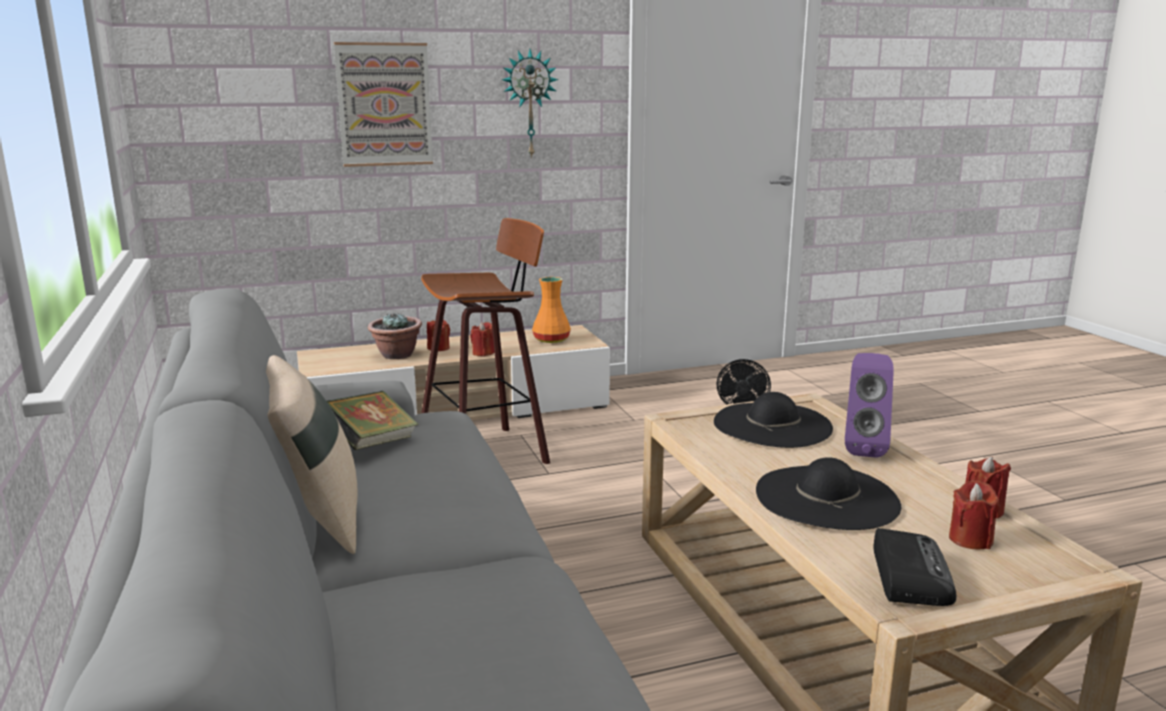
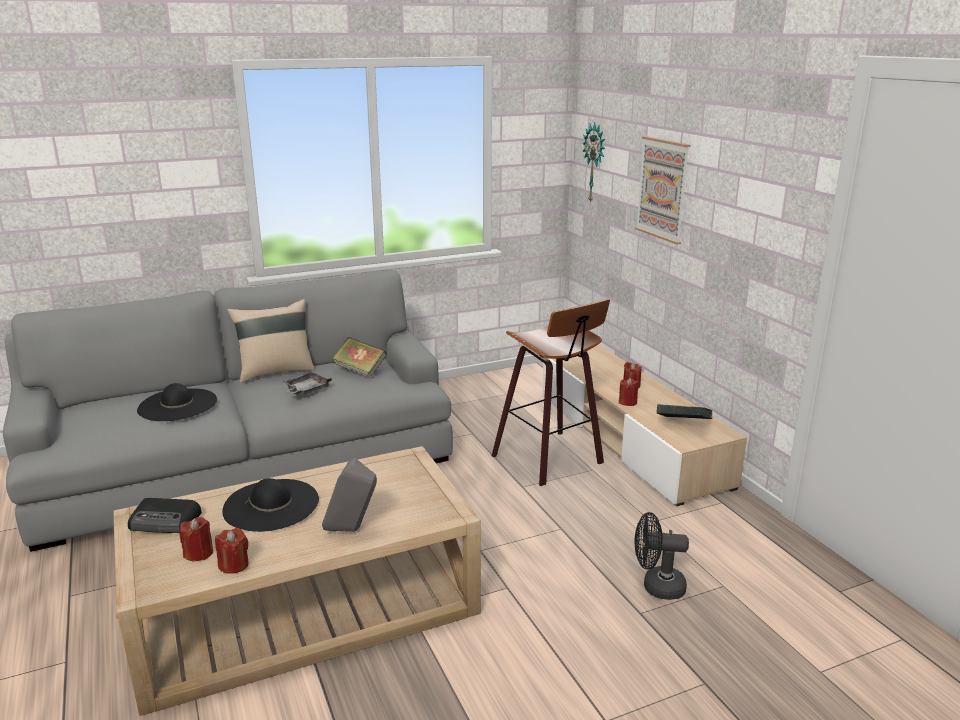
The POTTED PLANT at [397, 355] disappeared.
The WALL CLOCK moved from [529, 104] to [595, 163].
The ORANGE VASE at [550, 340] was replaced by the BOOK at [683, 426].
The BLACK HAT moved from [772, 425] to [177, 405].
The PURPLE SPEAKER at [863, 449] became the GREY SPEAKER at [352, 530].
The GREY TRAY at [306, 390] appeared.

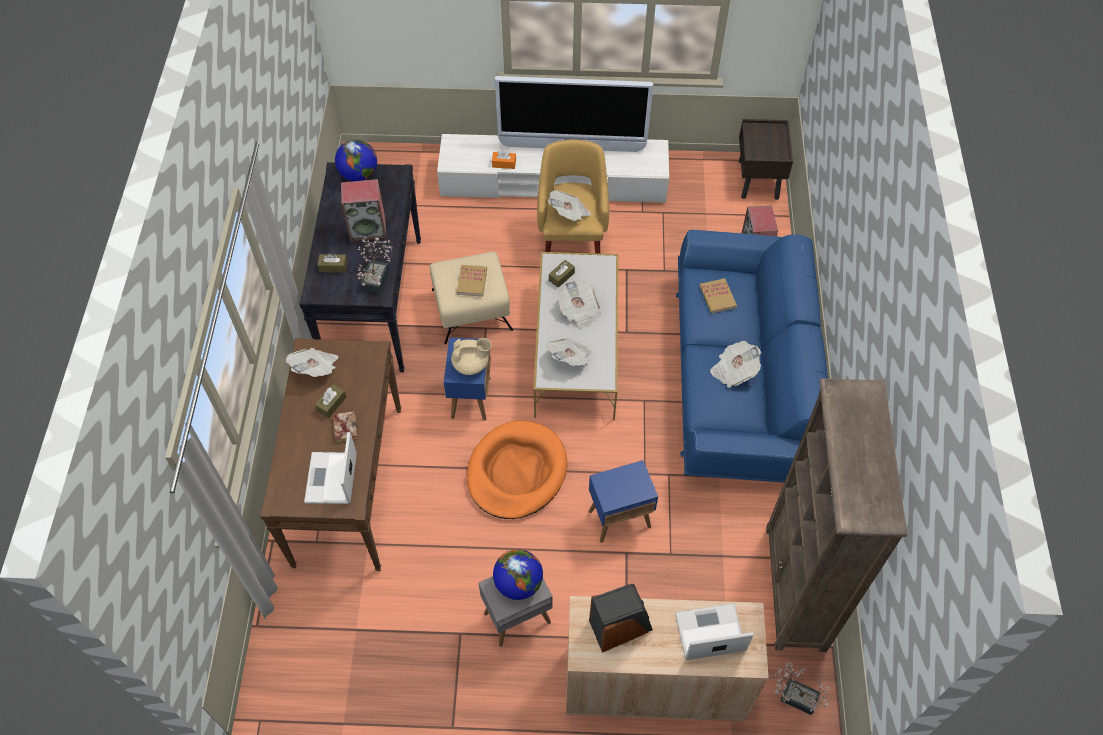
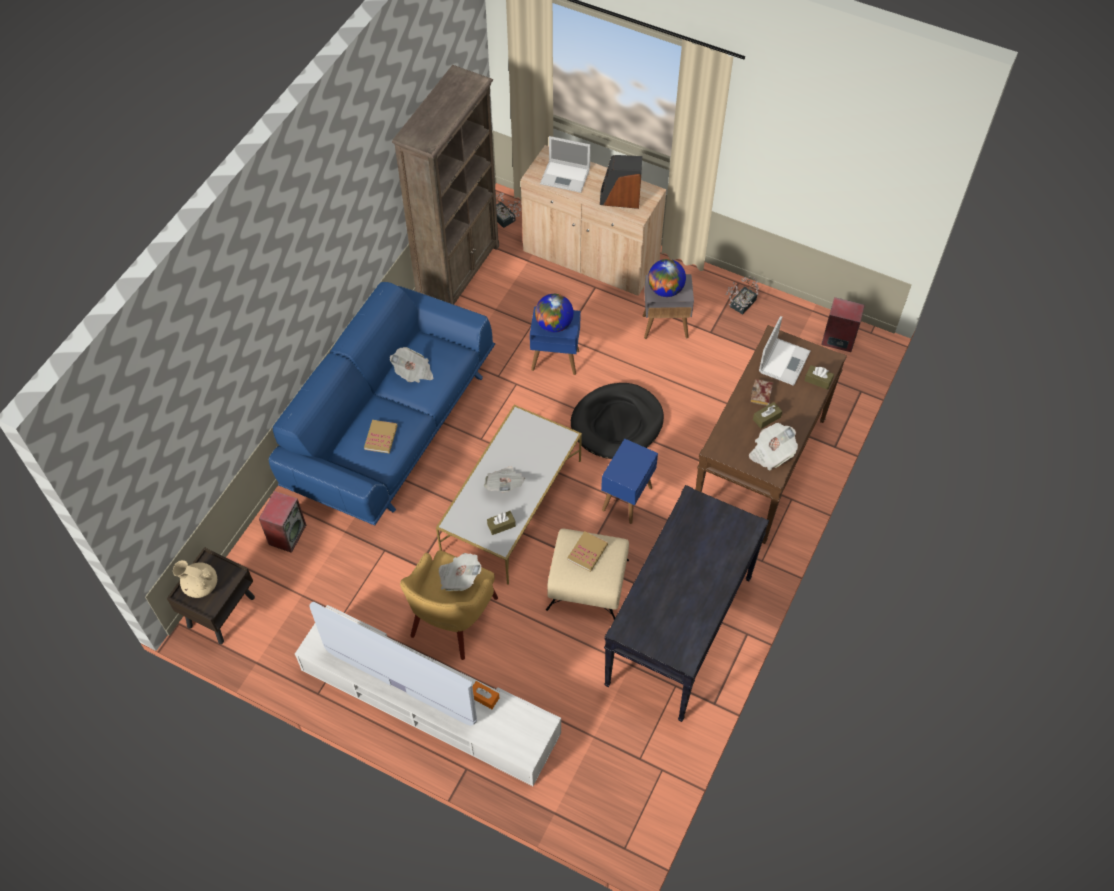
The BROWN TISSUE BOX moved from [333, 267] to [818, 380].
The GLOBE moved from [359, 175] to [554, 324].
The SPEAKER moved from [368, 228] to [837, 340].
The POTTED PLANT moved from [377, 276] to [740, 305].
The BEIGE TEAPOT moved from [471, 364] to [200, 585].
The ORANGE DOG BED at [516, 472] became the BLACK DOG BED at [617, 423].
The NEWSPAPER at [570, 358] disappeared.

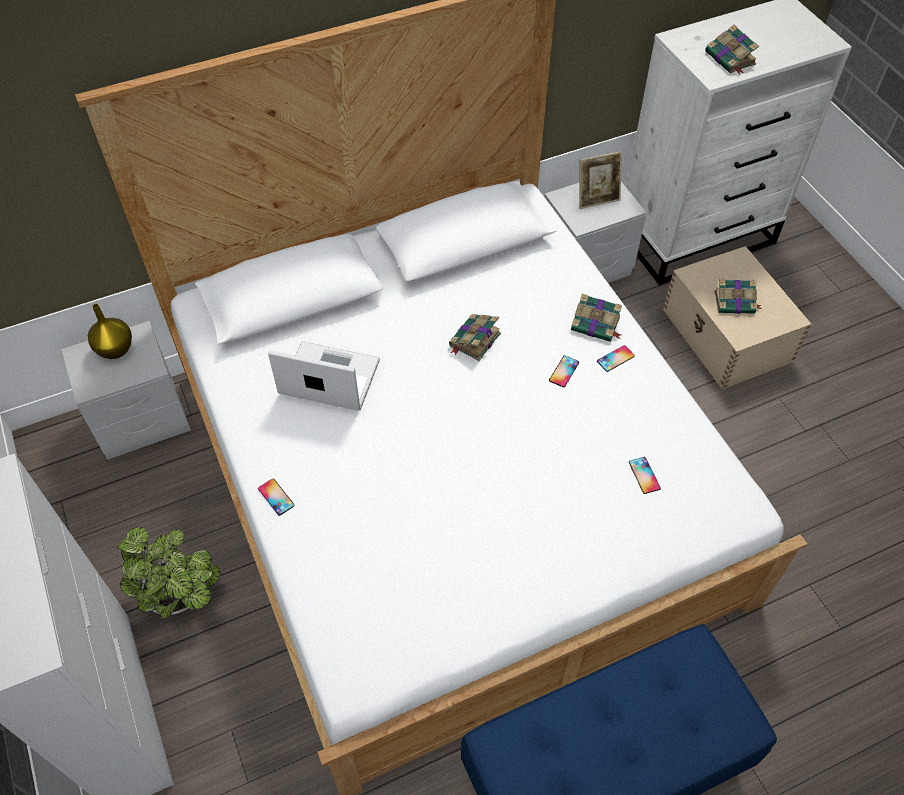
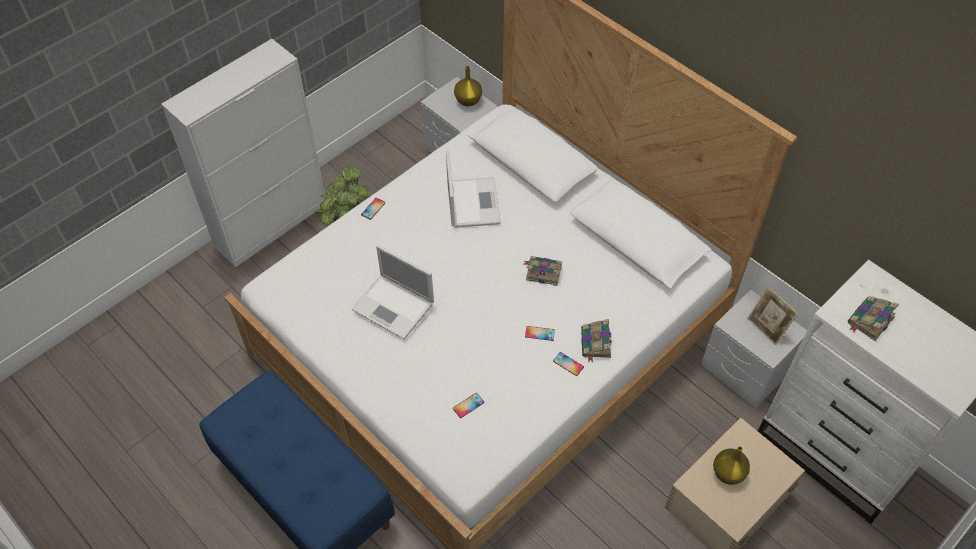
The BOOK at [735, 302] was replaced by the YELLOW VASE at [728, 474].
The LAPTOP at [394, 307] appeared.

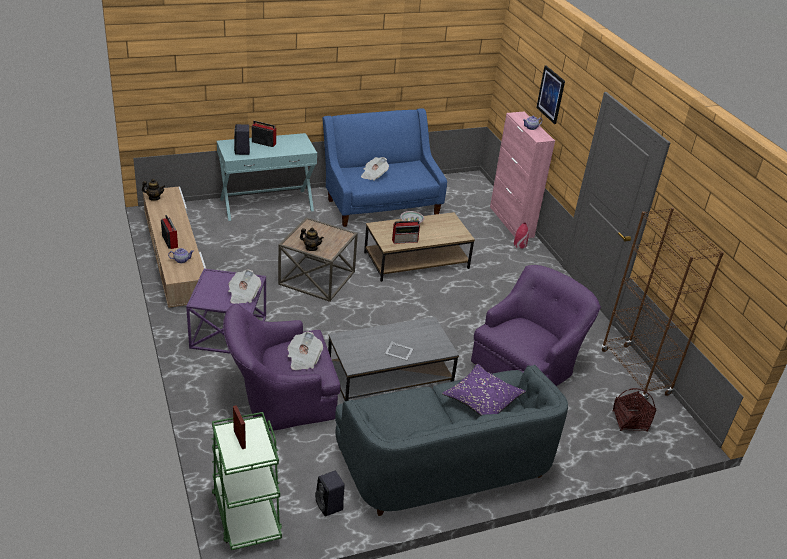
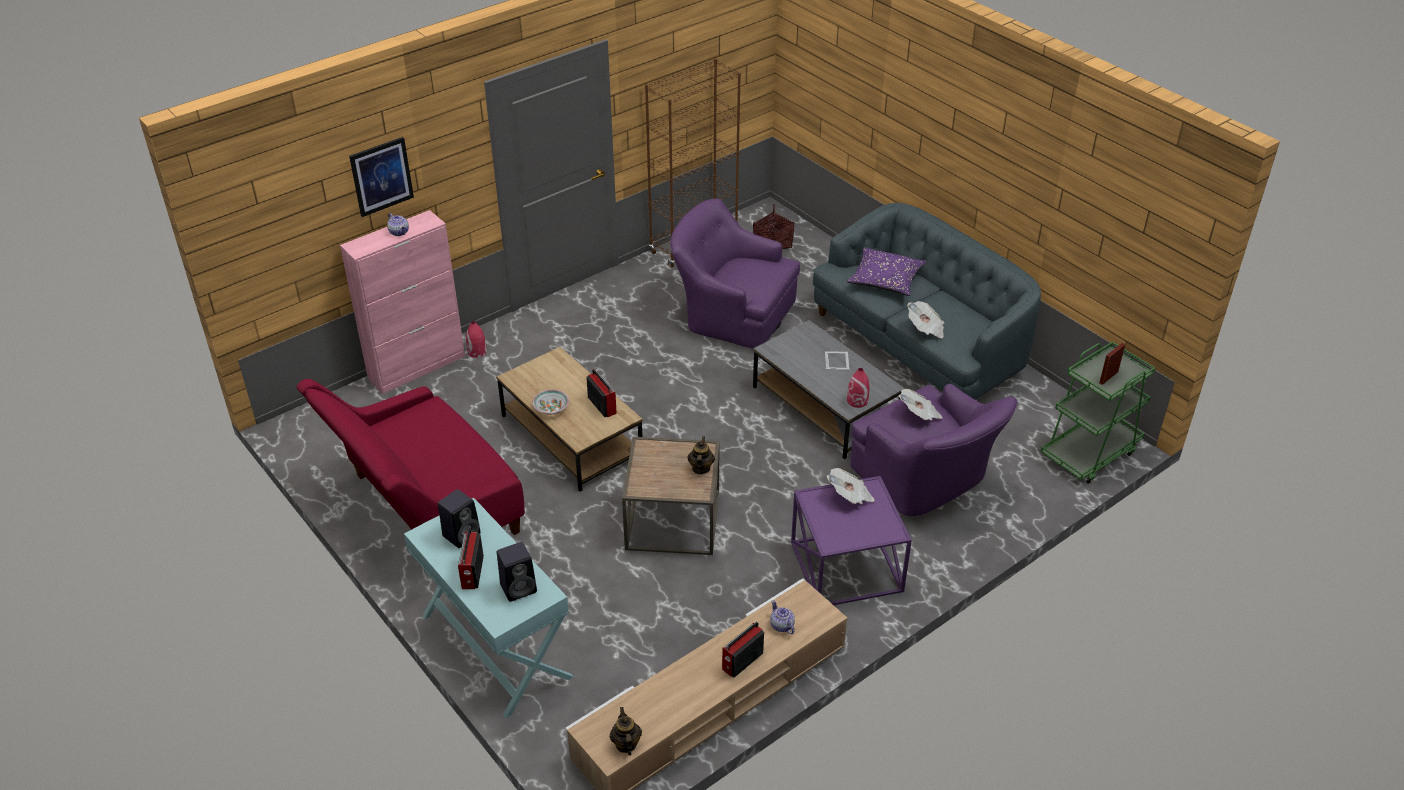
The BLACK SPEAKER moved from [330, 506] to [462, 534].
The BLUE SOFA at [380, 203] became the RED SOFA at [425, 509].
The NEWSPAPER moved from [373, 175] to [925, 328].
The RED VASE at [857, 401] appeared.

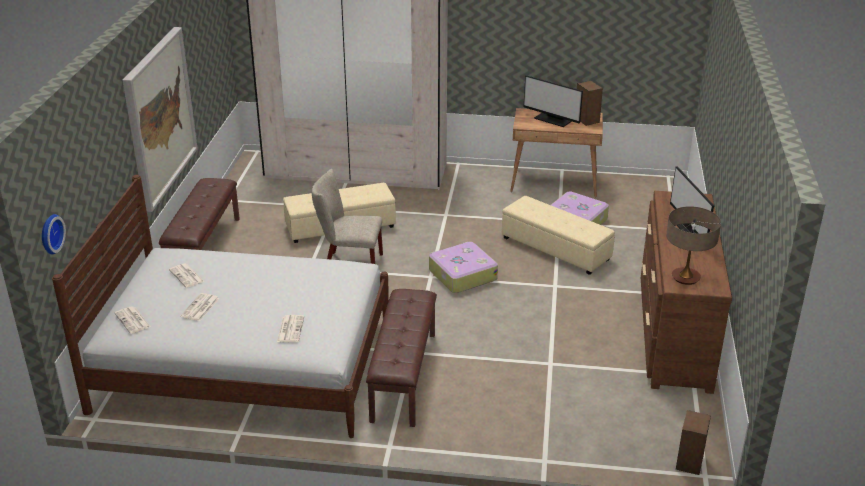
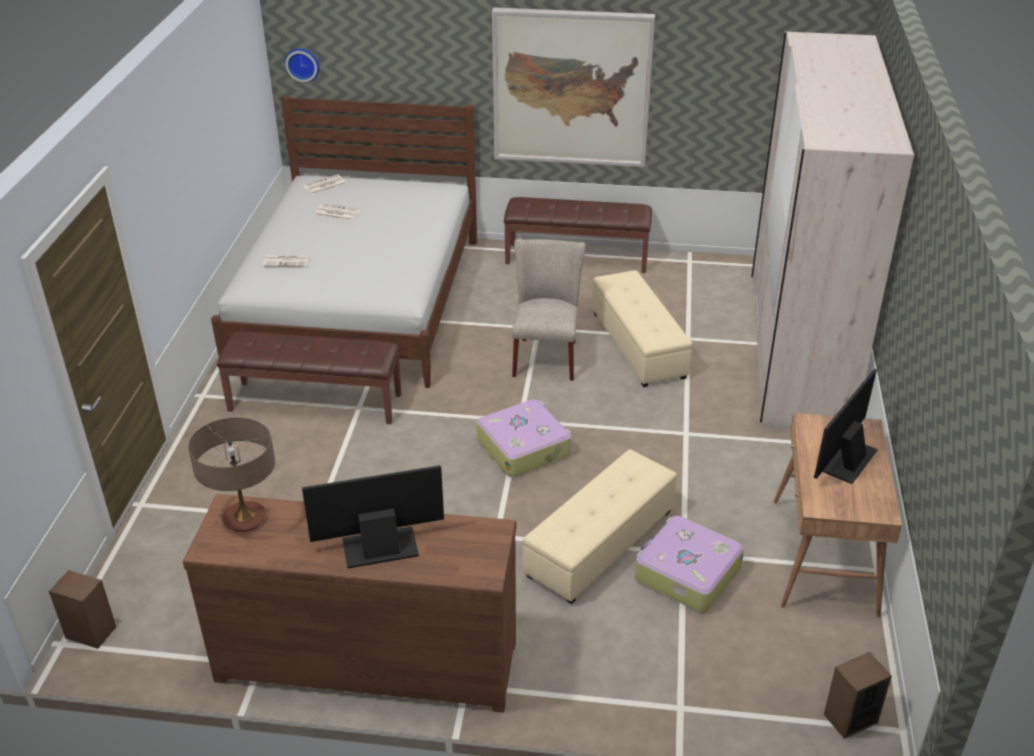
The NEWSPAPER at [187, 276] disappeared.
The SPEAKER moved from [586, 120] to [850, 718].

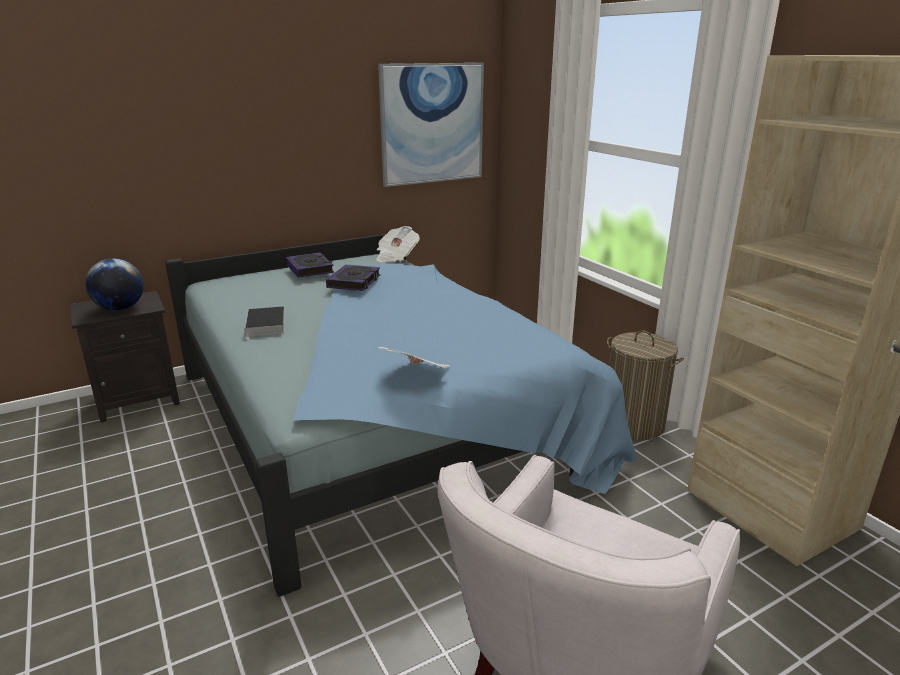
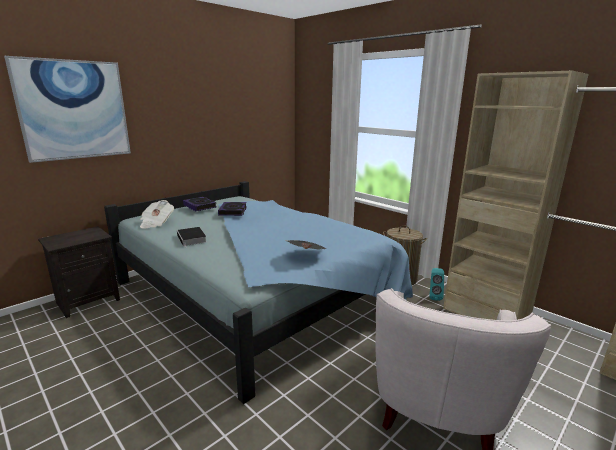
The GLOBE at [120, 308] disappeared.
The NEWSPAPER moved from [396, 256] to [156, 223].
The PICTURE moved from [432, 124] to [74, 110].
The TURQUOISE SPEAKER at [434, 297] appeared.

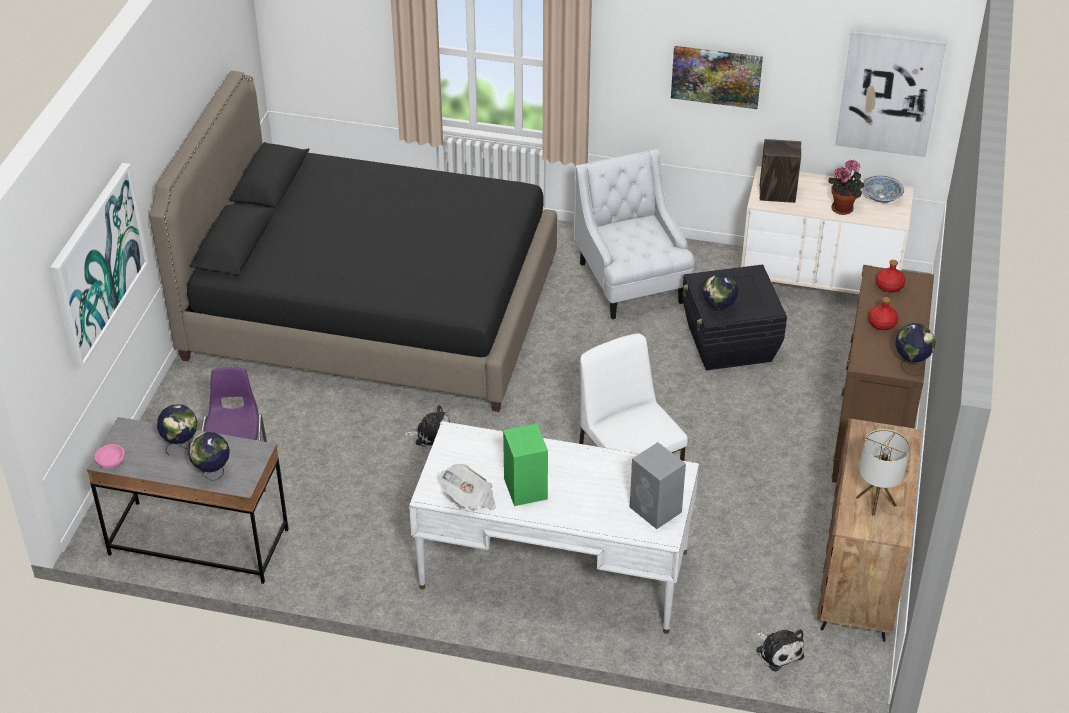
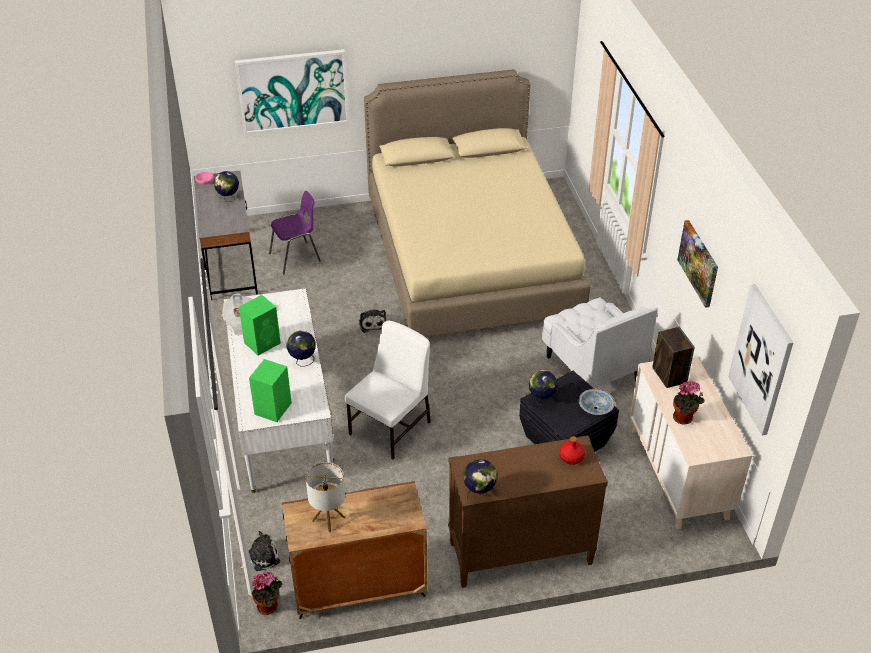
The BLACK BED at [372, 310] became the BEIGE BED at [470, 259].
The GLOBE moved from [212, 474] to [302, 361].
The WHITE ARMCHAIR at [631, 284] turned 105 degrees clockwise.
The GREY SPEAKER at [656, 510] became the GREEN SPEAKER at [272, 409].
The PLUSH TOY at [778, 651] turned 150 degrees counterclockwise.
The BOWL moved from [881, 197] to [595, 408].
The RED BOTTLE at [882, 323] disappeared.
The POTTED PLANT at [269, 606] appeared.

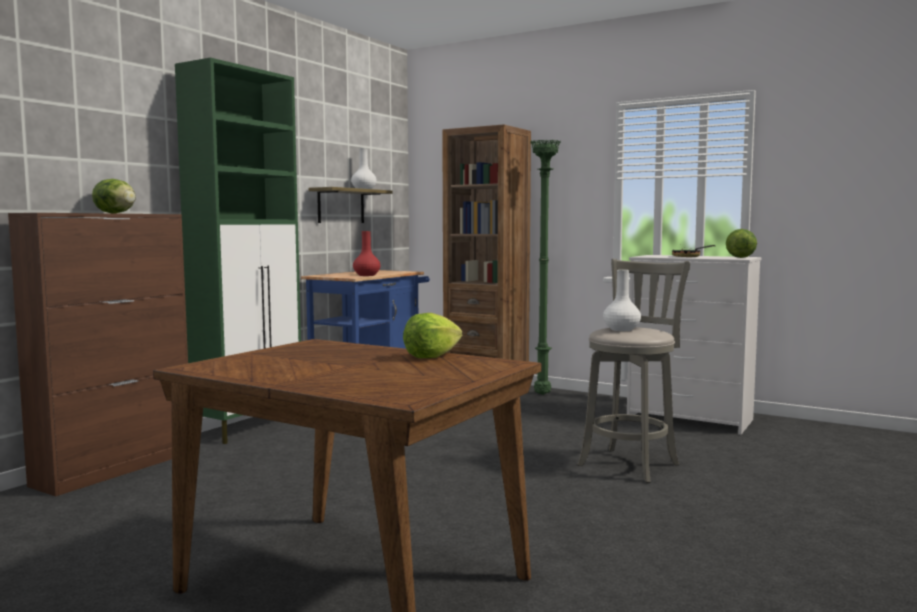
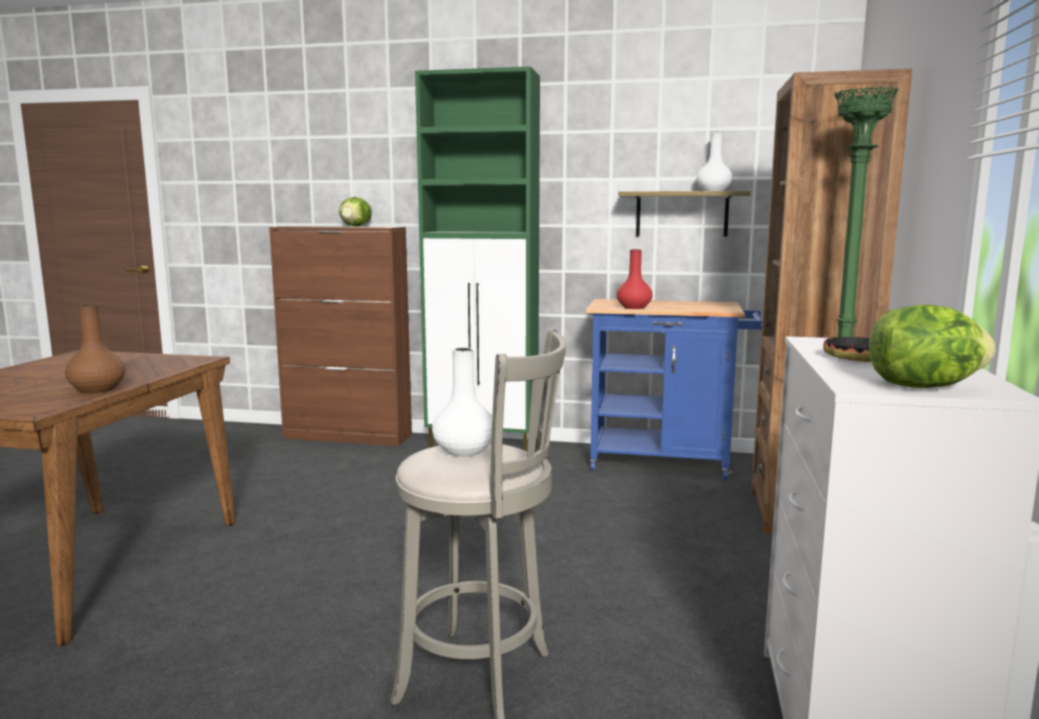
The LETTUCE at [431, 356] was replaced by the BROWN VASE at [98, 389].

